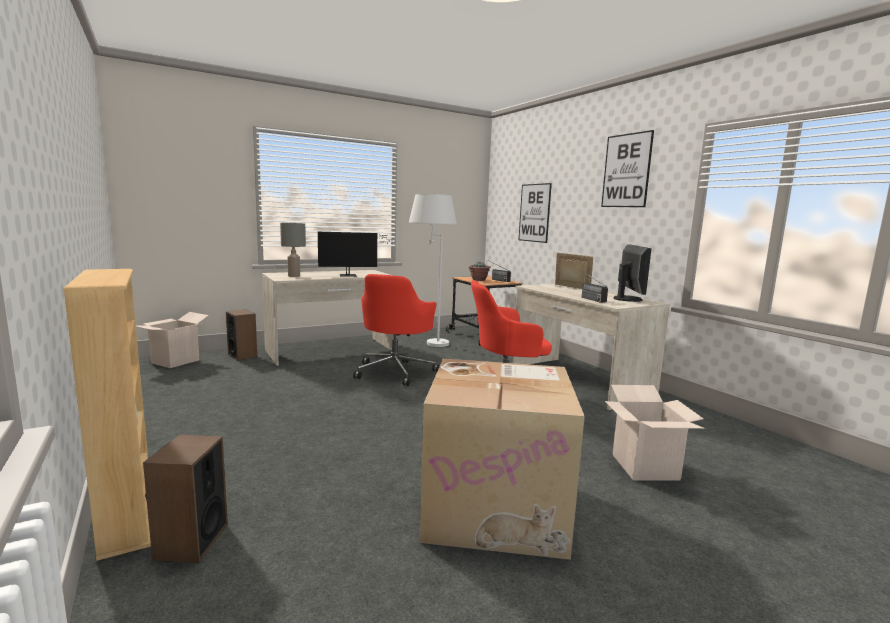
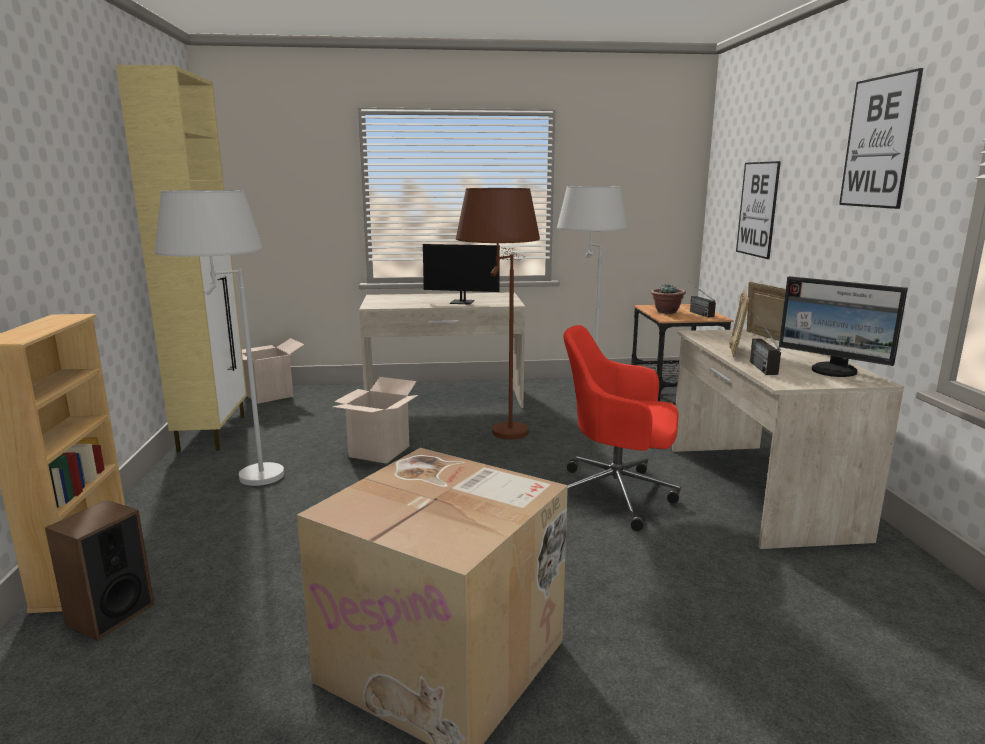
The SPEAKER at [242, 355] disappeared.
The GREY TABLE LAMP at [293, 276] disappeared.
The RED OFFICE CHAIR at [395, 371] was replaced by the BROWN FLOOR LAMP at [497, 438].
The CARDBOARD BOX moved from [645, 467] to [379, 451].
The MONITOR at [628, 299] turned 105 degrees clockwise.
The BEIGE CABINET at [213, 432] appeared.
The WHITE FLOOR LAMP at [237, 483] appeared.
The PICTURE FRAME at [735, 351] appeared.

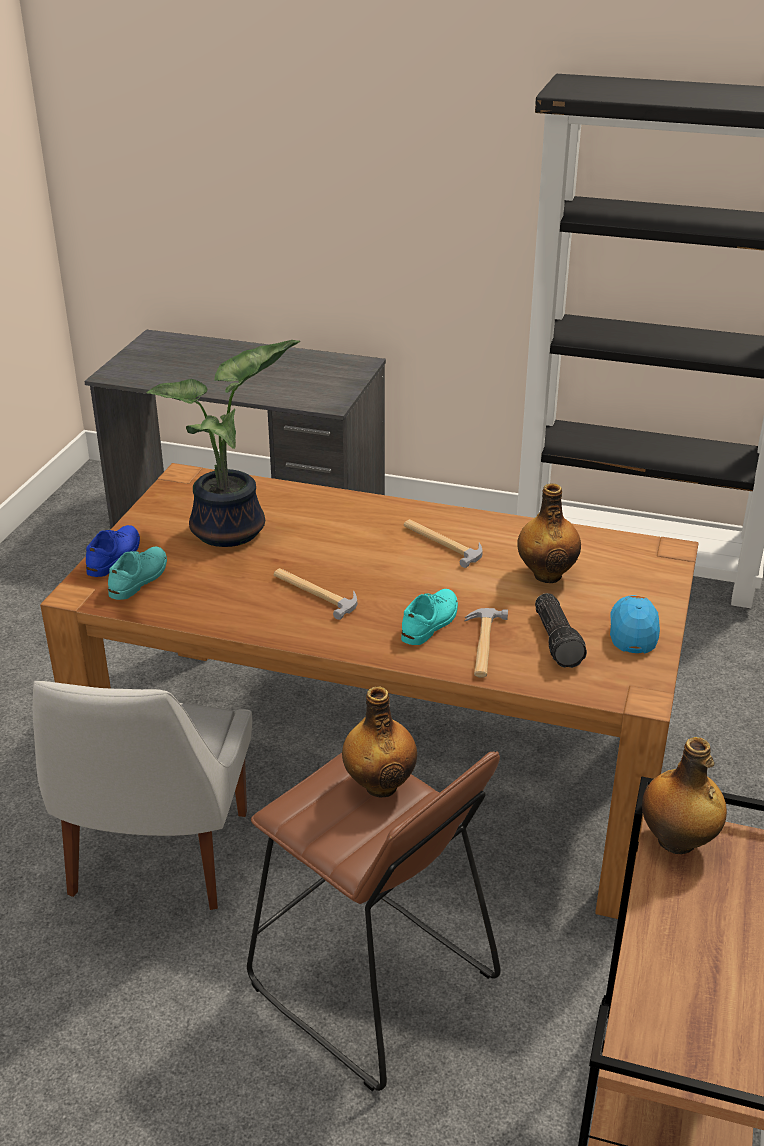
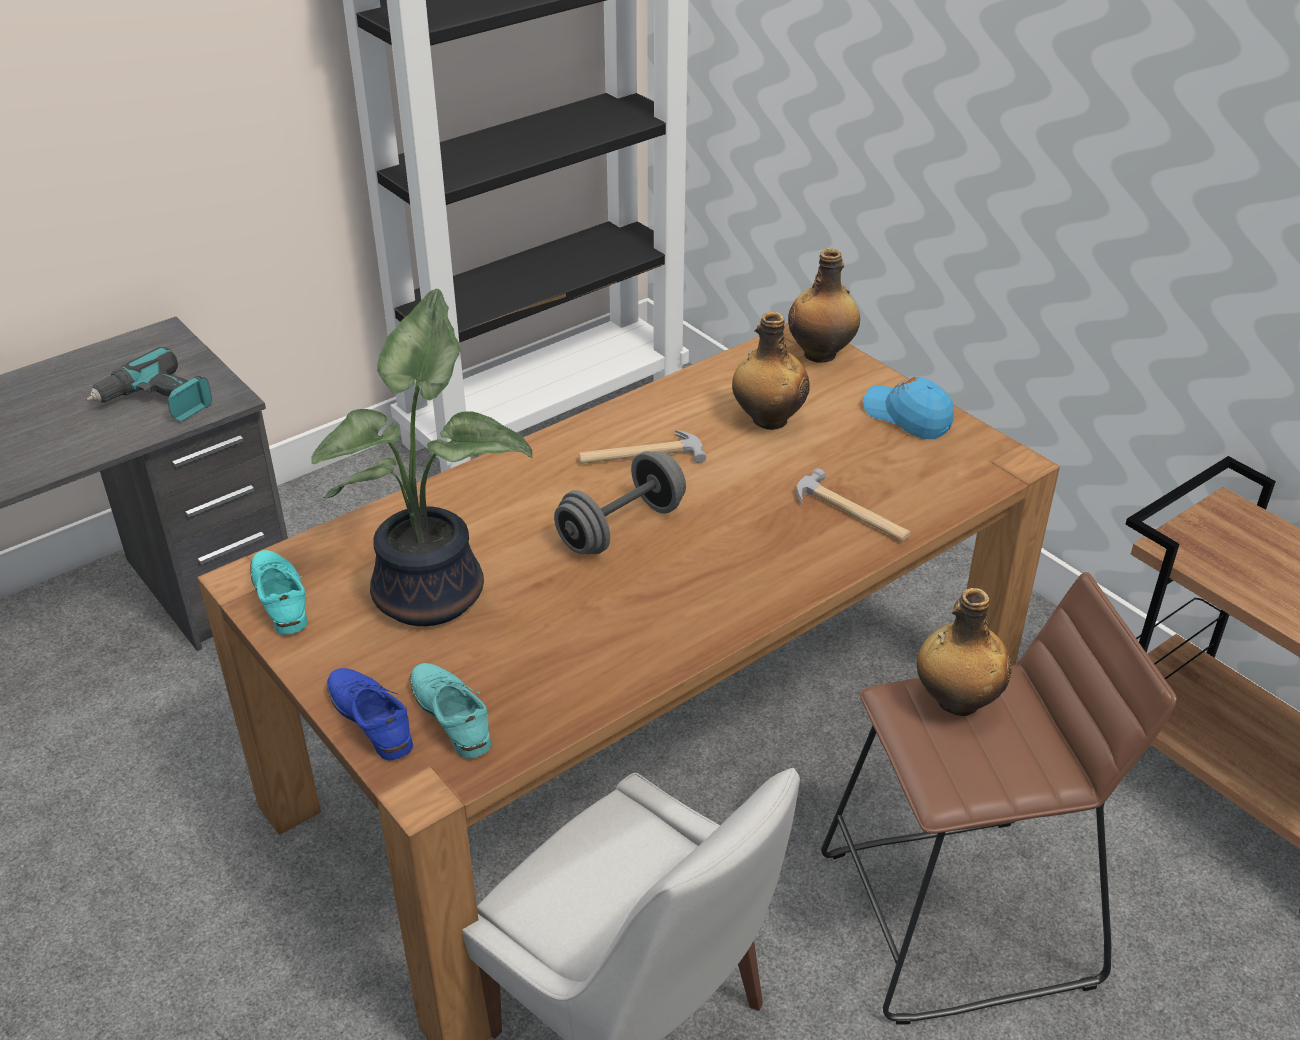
The HAMMER at [315, 593] disappeared.
The TURQUOISE SHOE moved from [430, 622] to [280, 597].
The FLASHLIGHT at [558, 640] disappeared.
The BOTTLE moved from [677, 841] to [821, 354].
The POWER DRILL at [157, 402] appeared.
The GREY DUMBBELL at [621, 528] appeared.

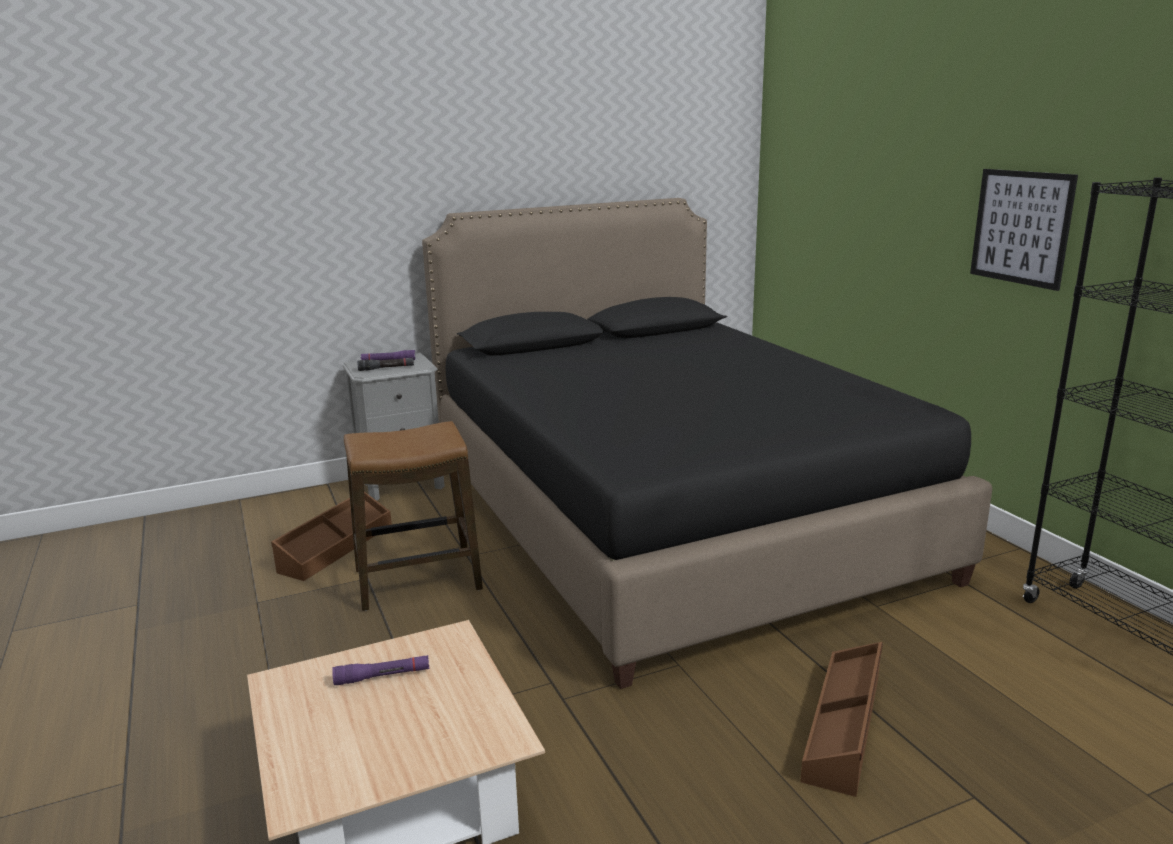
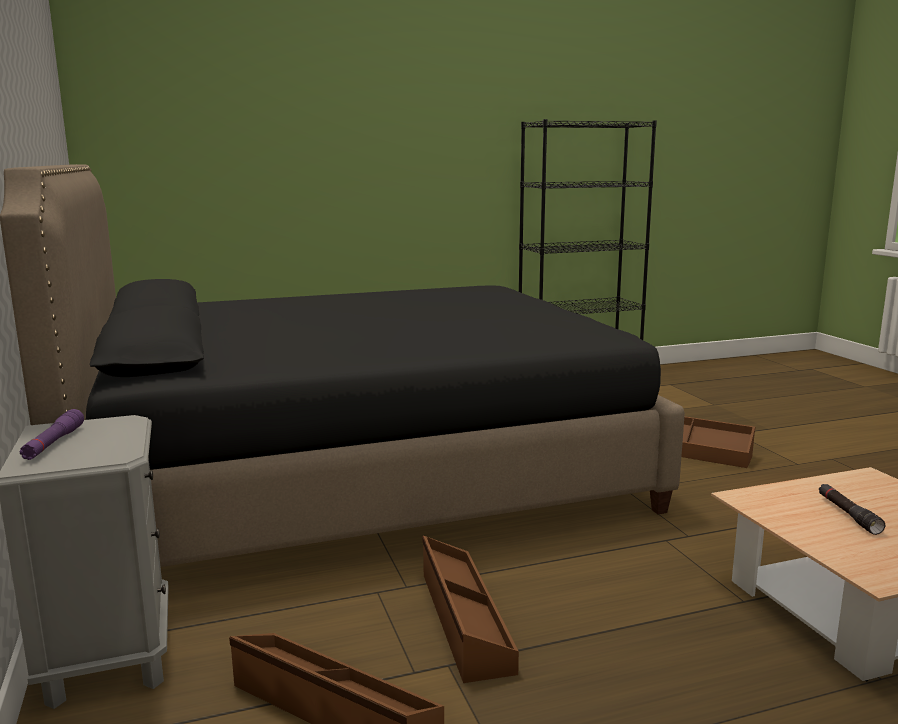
The PURPLE FLASHLIGHT at [382, 676] disappeared.
The STOOL at [418, 580] was replaced by the BROWN STORAGE BOX at [463, 620].
The BLACK FLASHLIGHT moved from [386, 368] to [848, 514].
The PICTURE at [1021, 227] disappeared.

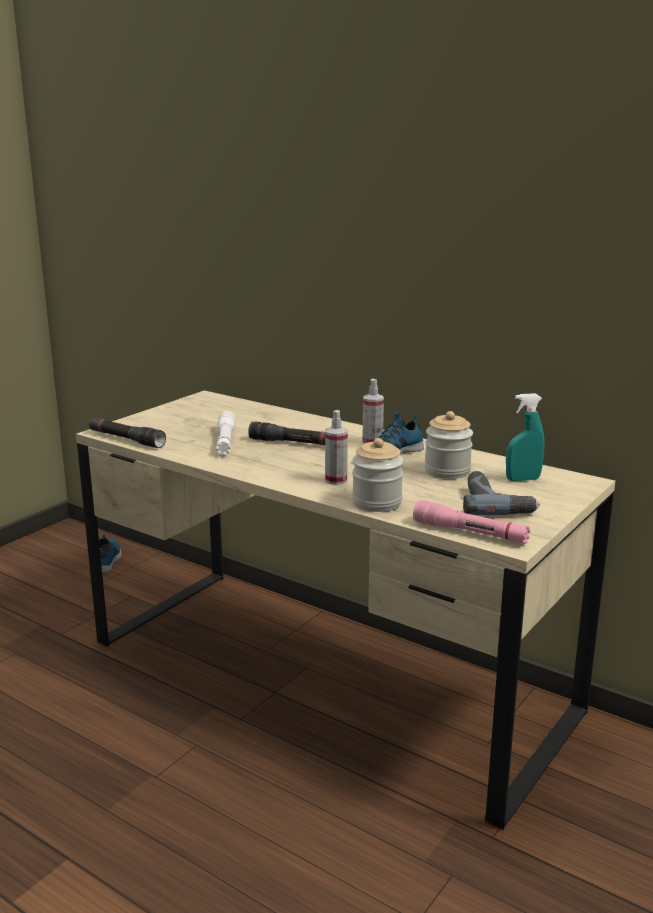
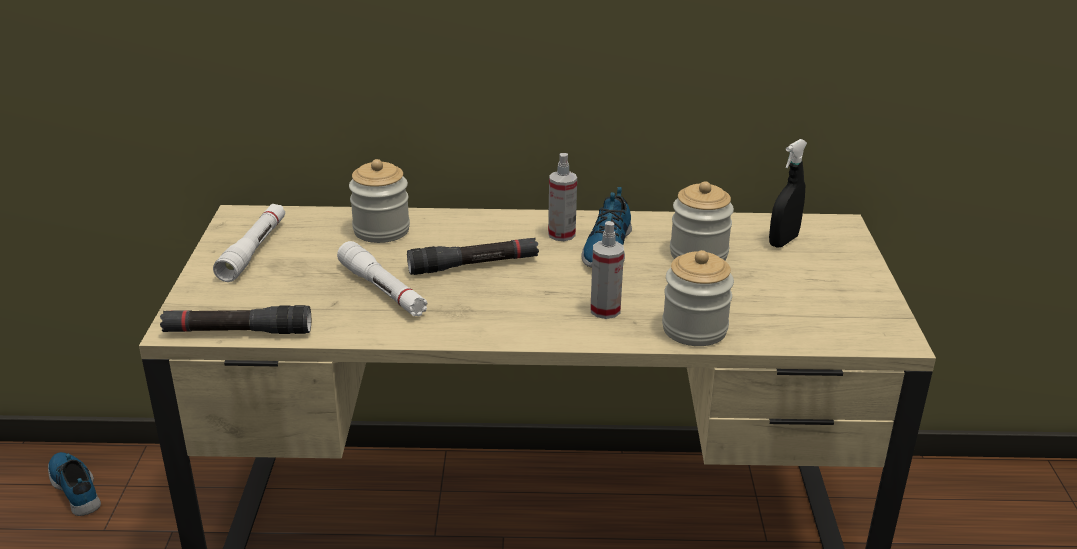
The PINK FLASHLIGHT at [470, 533] disappeared.
The POWER DRILL at [495, 503] disappeared.
The TURQUOISE SPRAY BOTTLE at [523, 479] became the BLACK SPRAY BOTTLE at [783, 241].
The WHITE FLASHLIGHT at [253, 250] appeared.
The JAR at [381, 230] appeared.

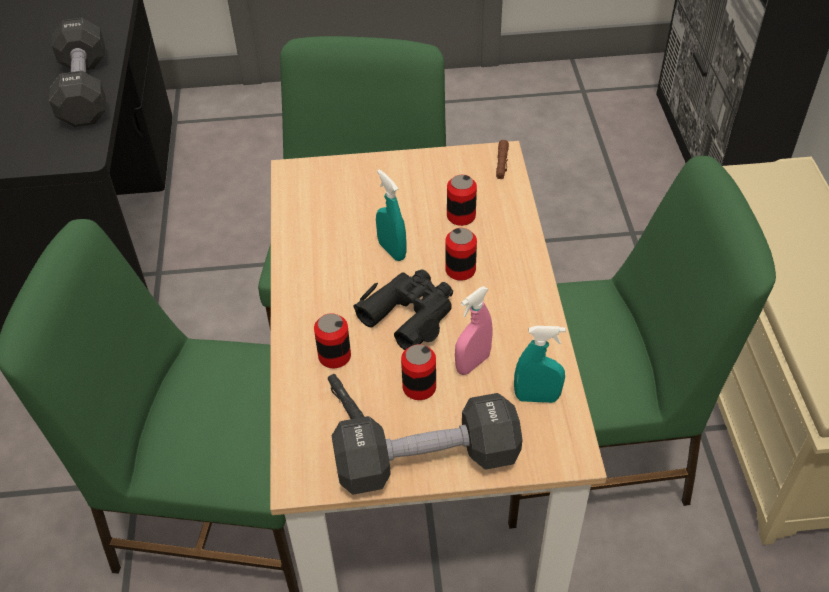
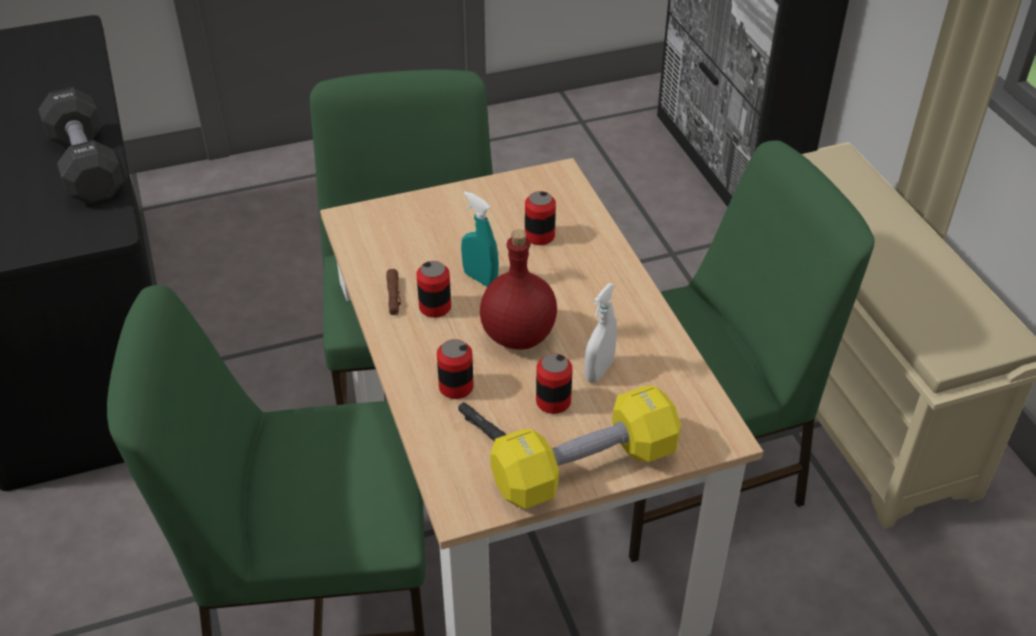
The BLACK DUMBBELL at [427, 461] became the YELLOW DUMBBELL at [585, 468].
The BLACK BINOCULARS at [409, 314] was replaced by the RED BOTTLE at [519, 335].
The CAN moved from [460, 270] to [435, 307].
The PINK SPRAY BOTTLE at [472, 363] became the WHITE SPRAY BOTTLE at [599, 371].
The BROWN FLASHLIGHT moved from [502, 163] to [393, 296].
The TURQUOISE SPRAY BOTTLE at [537, 397] disappeared.

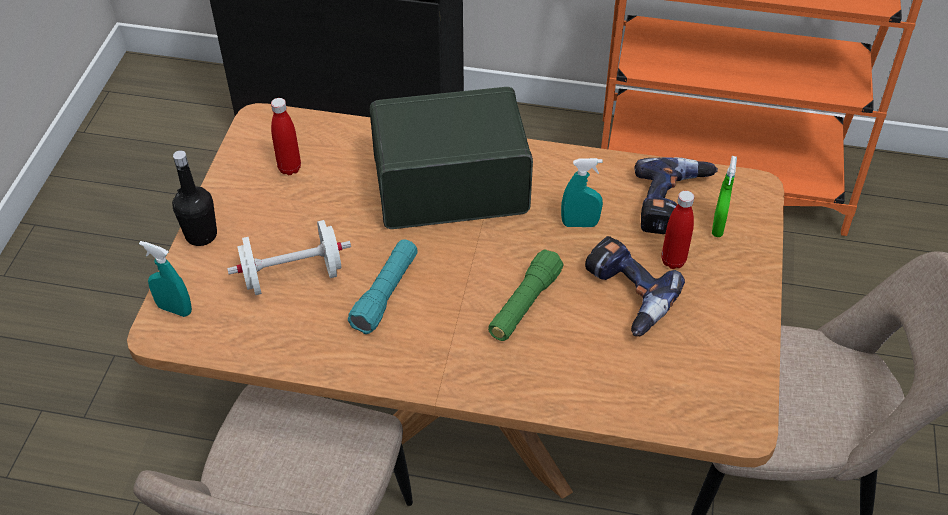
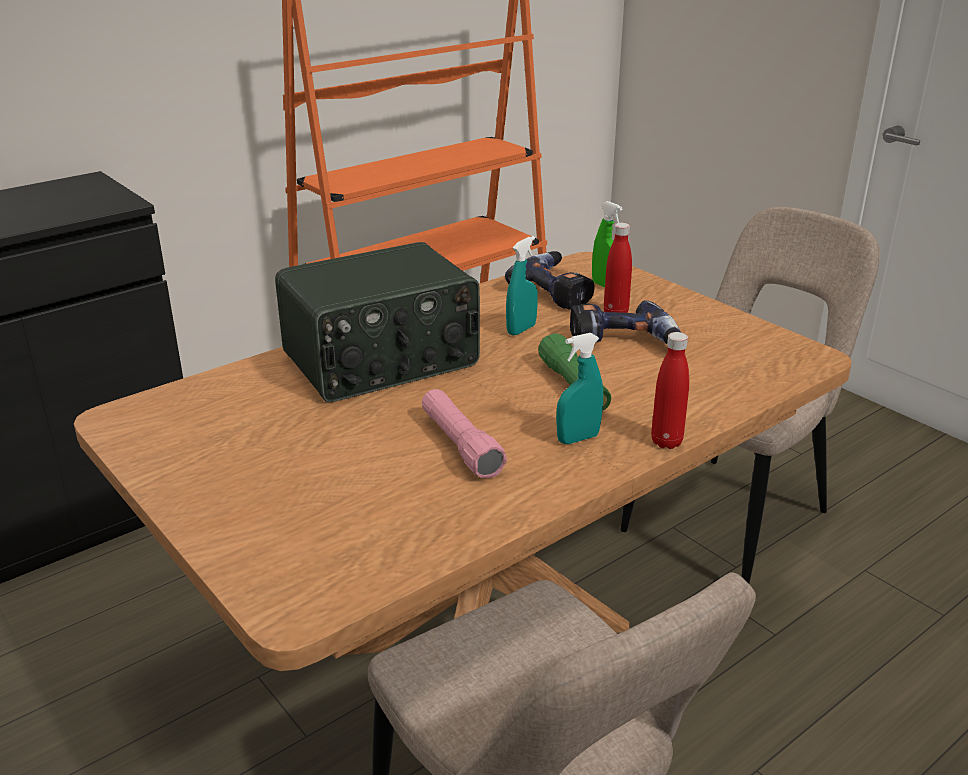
The TURQUOISE SPRAY BOTTLE moved from [174, 309] to [578, 438].
The BLACK BOTTLE at [201, 235] disappeared.
The WHITE DUMBBELL at [293, 276] disappeared.
The RED BOTTLE moved from [289, 168] to [666, 442].
The TURQUOISE FLASHLIGHT at [385, 293] became the PINK FLASHLIGHT at [460, 445].
The RADIO at [450, 184] turned 150 degrees counterclockwise.

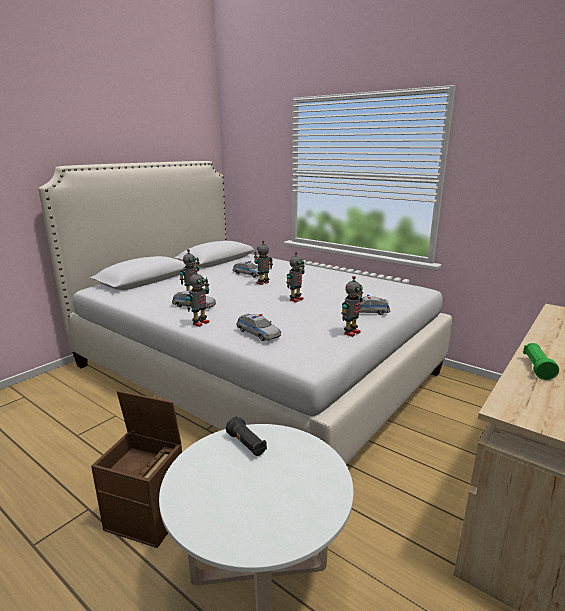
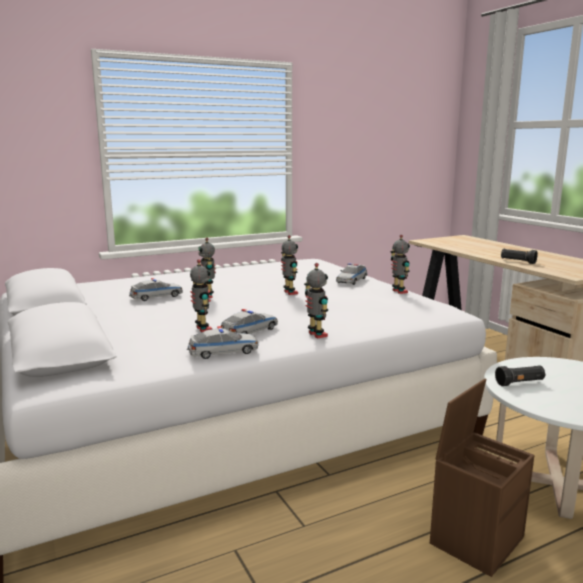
The TOY CAR moved from [258, 333] to [223, 352].
The GREEN FLASHLIGHT at [537, 368] became the BLACK FLASHLIGHT at [517, 261].

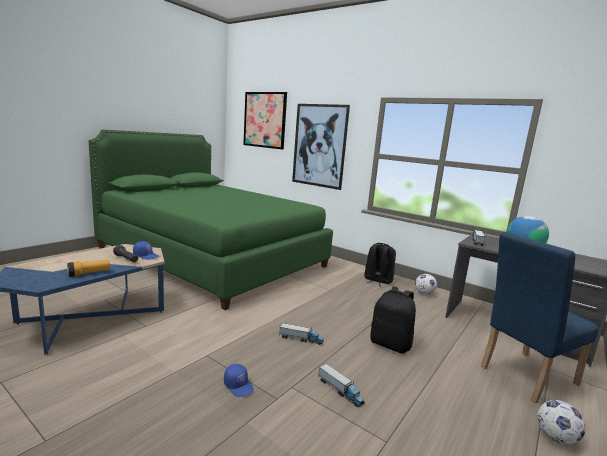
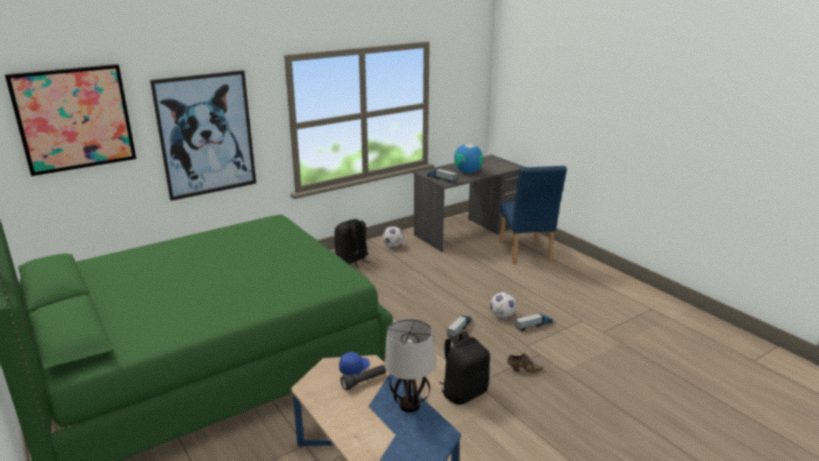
The FLASHLIGHT at [89, 273] was replaced by the TABLE LAMP at [409, 405].
The BLUE CAP at [239, 386] was replaced by the BROWN SHOE at [523, 370].
The BLACK BACKPACK moved from [390, 344] to [464, 392].
The FOOTBALL moved from [555, 438] to [502, 316].

